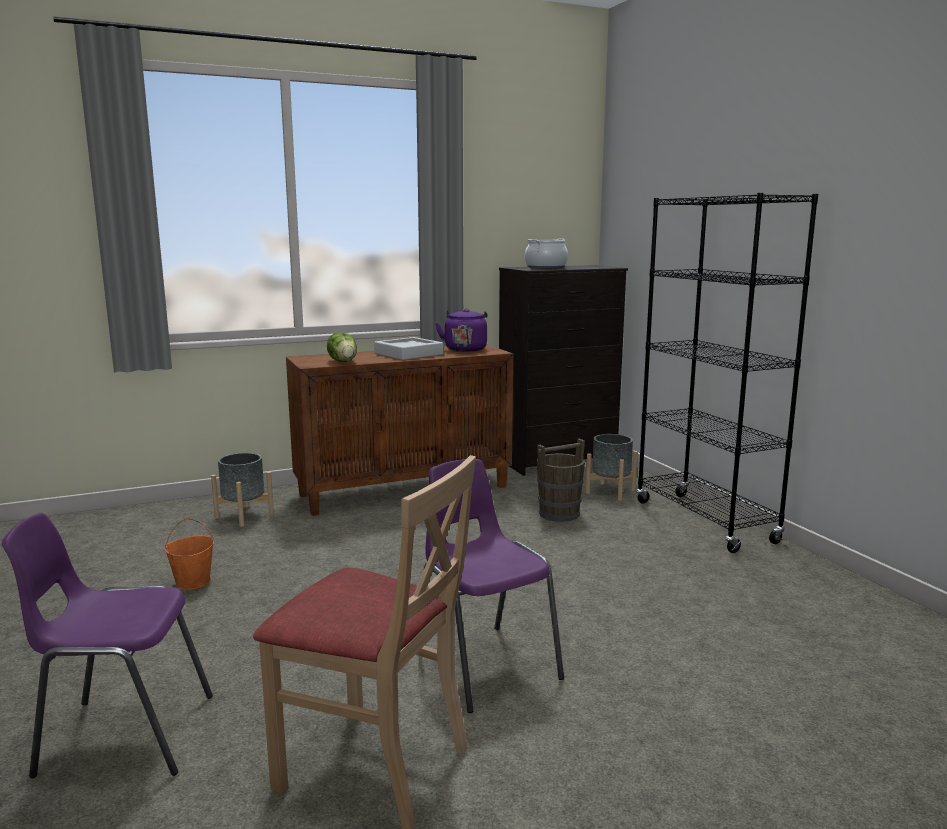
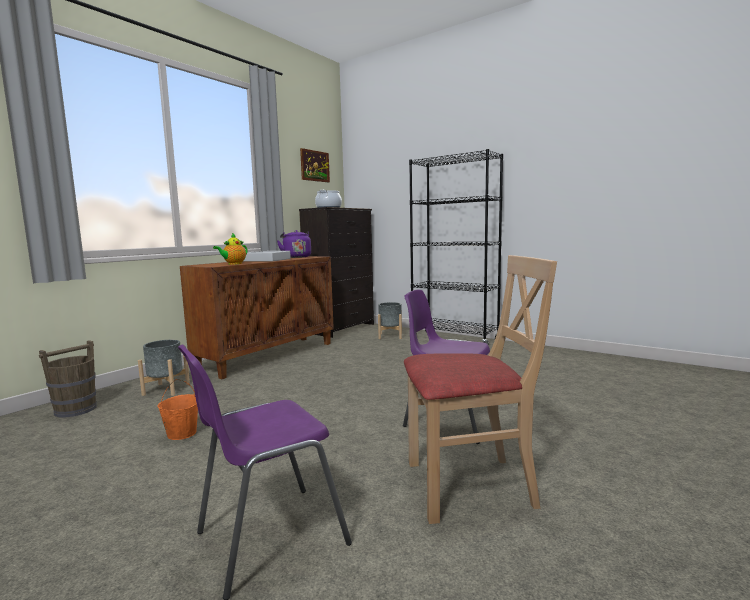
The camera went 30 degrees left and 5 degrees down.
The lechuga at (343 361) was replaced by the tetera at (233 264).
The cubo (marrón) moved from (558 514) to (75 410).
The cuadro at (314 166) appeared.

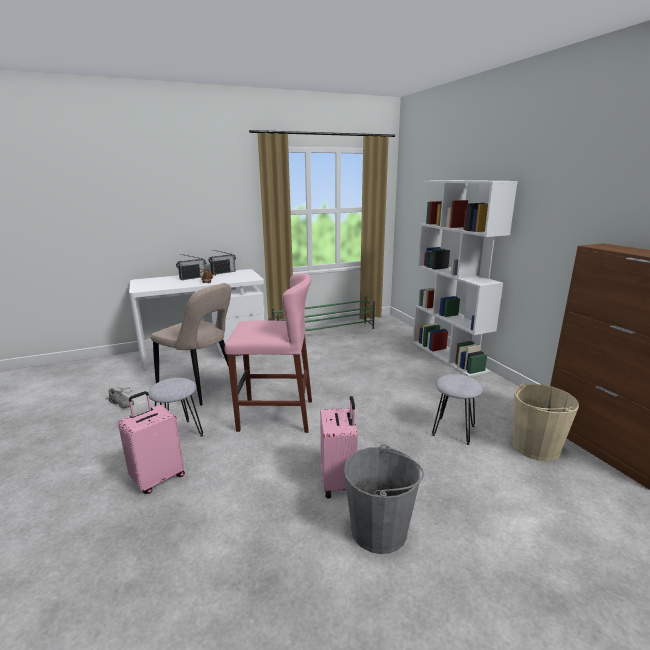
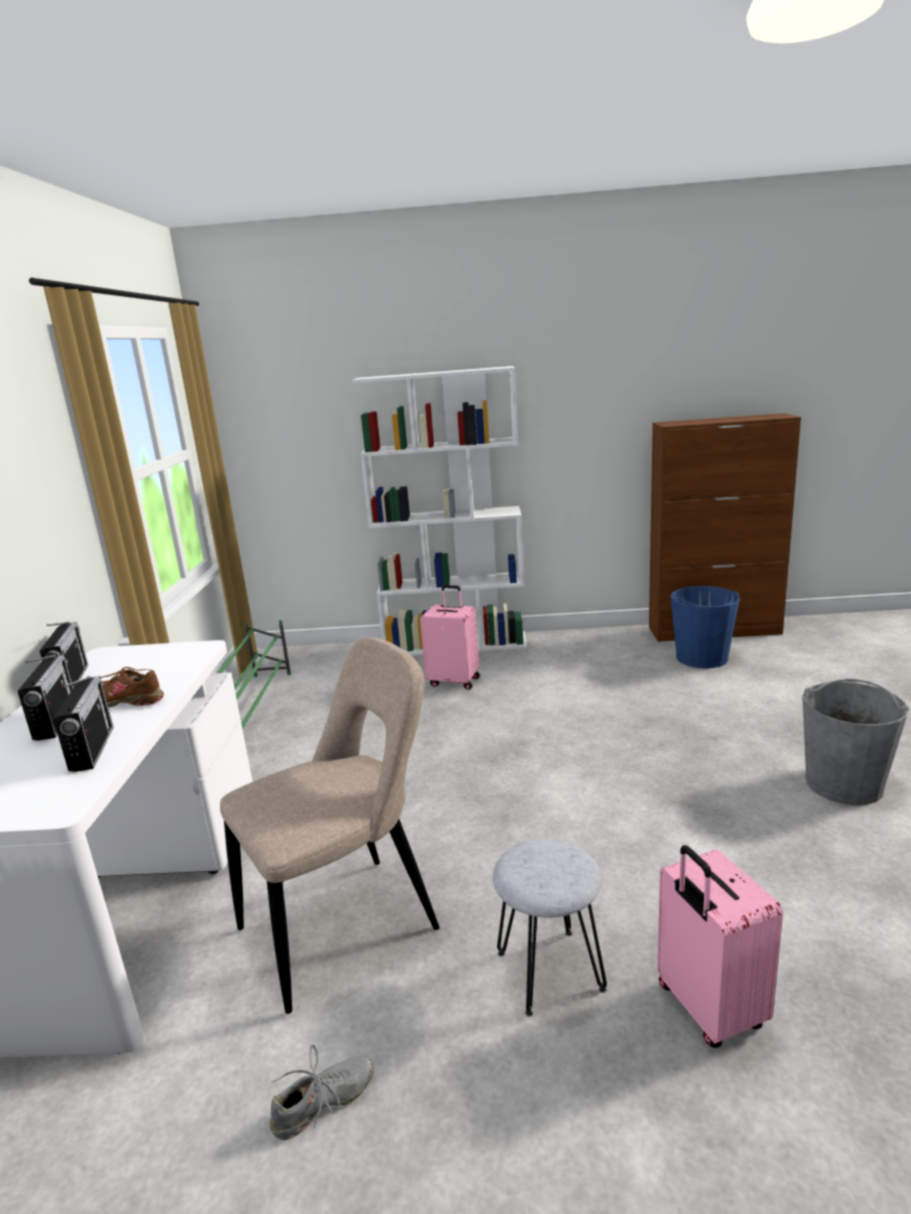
The camera went 65 degrees left and 0 degrees up.
The taburete (rosa) at (276 415) disappeared.
The maleta (rosa) moved from (339 482) to (454 681).
The taburete (gris) at (453 430) disappeared.
The cubo (beis) at (535 447) became the cubo (azul) at (701 658).
The radio at (92 749) appeared.

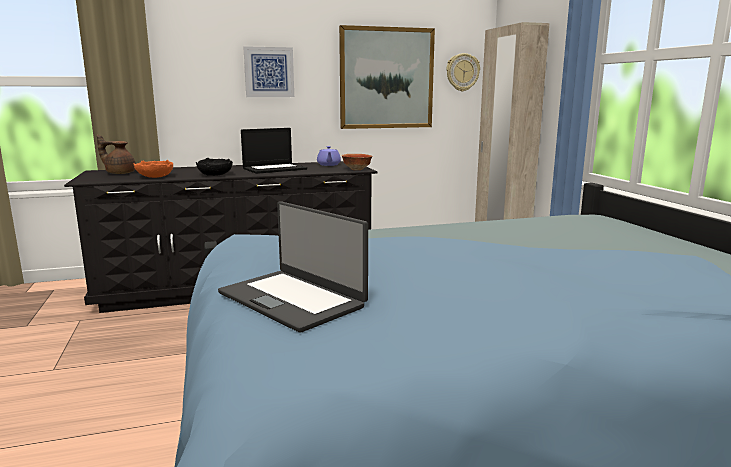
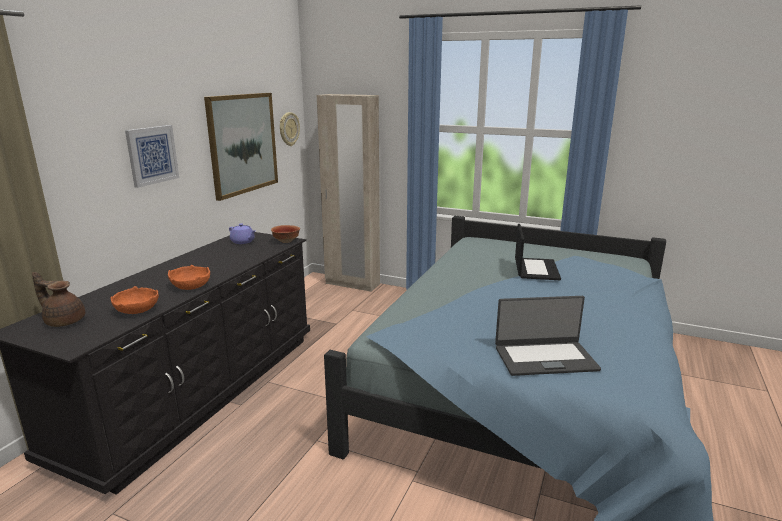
The camera went 50 degrees left and 5 degrees up.
The tetera (marrón) at (120 173) turned 60 degrees clockwise.
The cuenco (negro) at (215 175) became the cuenco (naranja) at (191 286).
The portátil moved from (275 169) to (535 269).

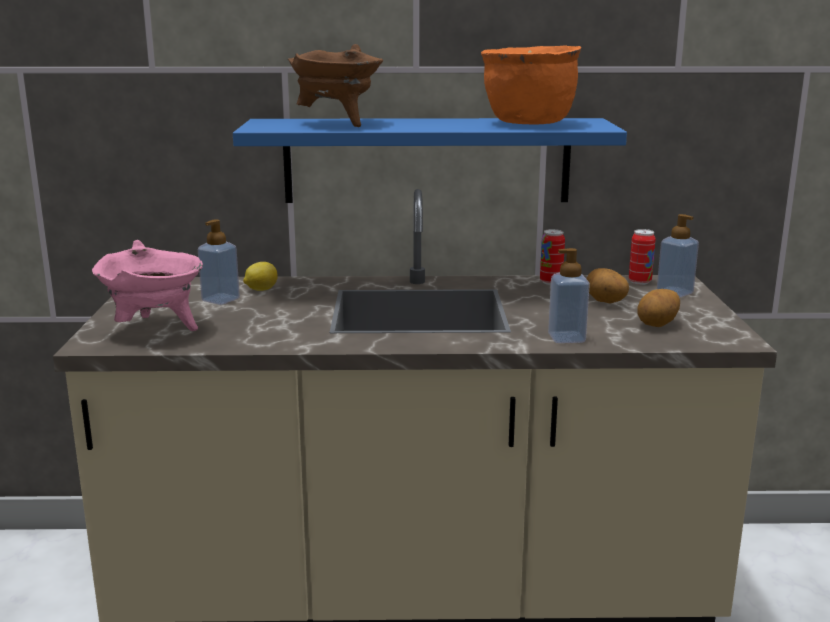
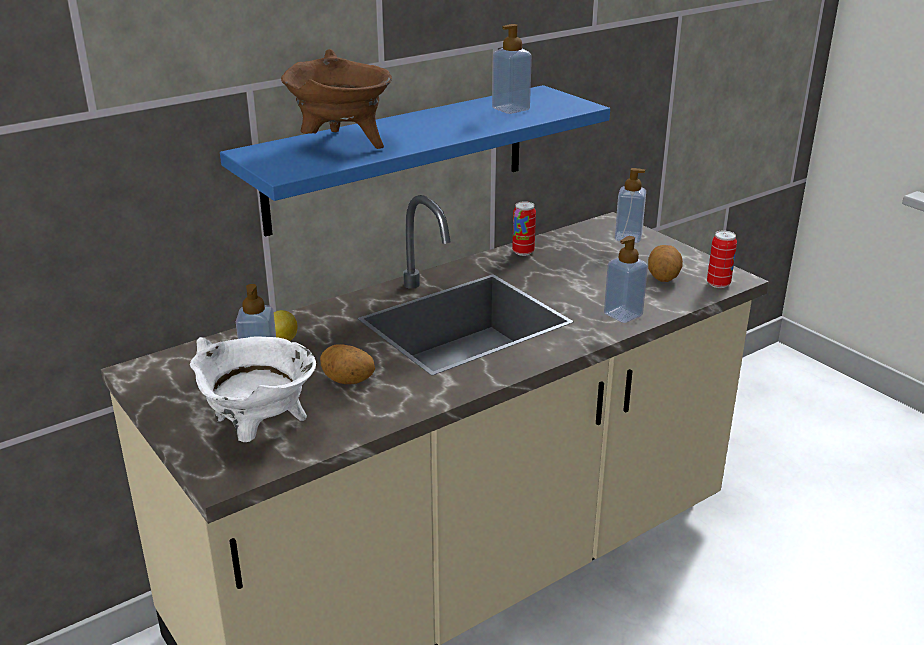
The camera went 35 degrees left and 10 degrees up.
The olla (rosa) at (155 329) became the olla (blanco) at (259 432).
The olla (naranja) at (528 123) was replaced by the dispensador de jabón at (510 109).
The patata moved from (605 302) to (347 382).
The lata moved from (639 282) to (718 284).

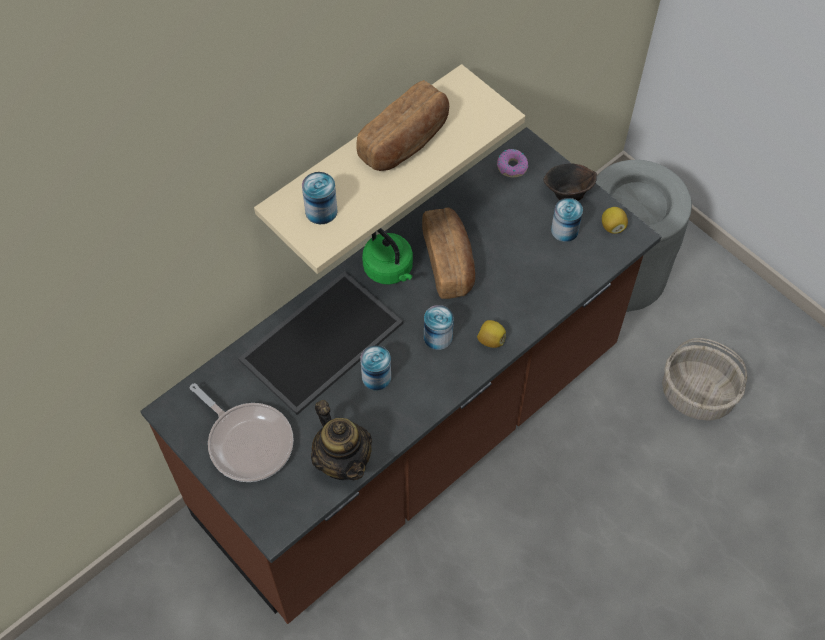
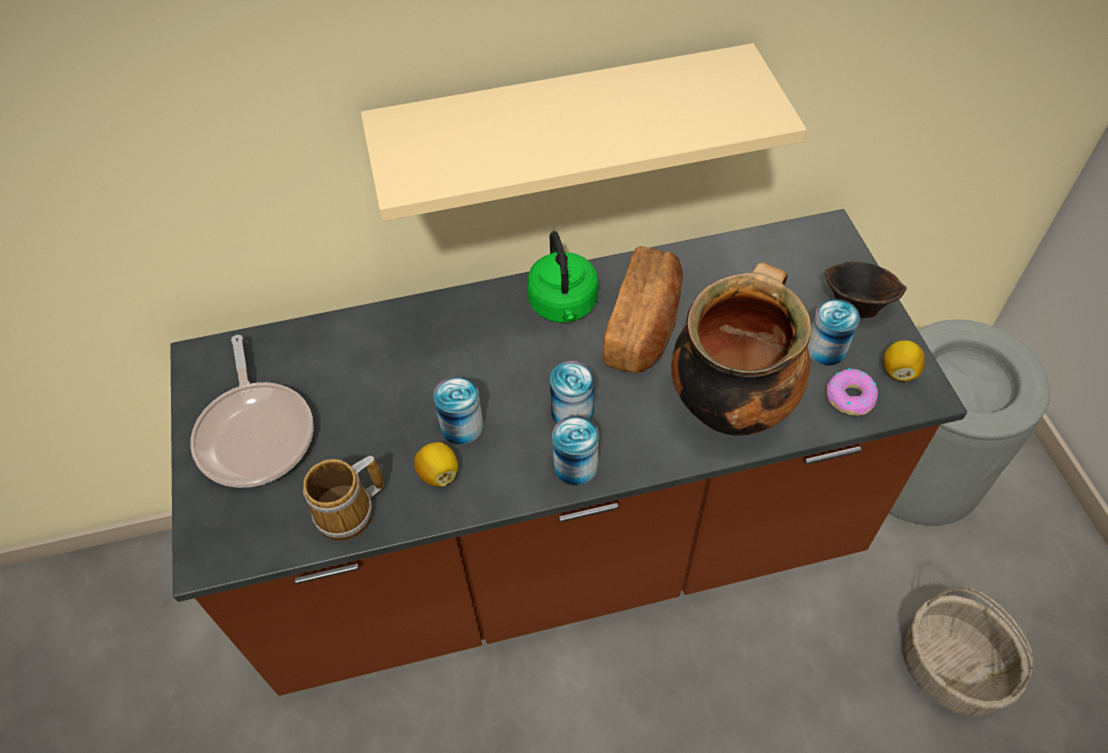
The camera went 30 degrees right and 5 degrees down.
The bandeja at (321 339) disappeared.
The lata moved from (321 211) to (575 466).
The tetera at (343 461) was replaced by the taza grande at (349 513).
The pan at (405 142) disappeared.
The limón moved from (490 340) to (438 473).
The rosquilla moved from (512 166) to (850 397).
The olla at (730 404) appeared.

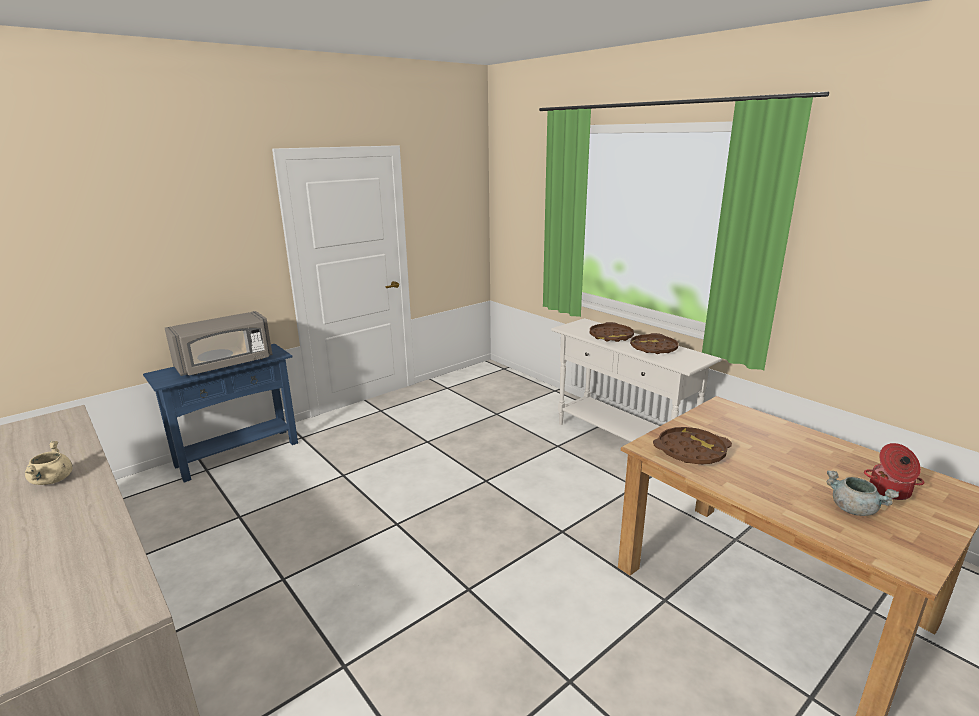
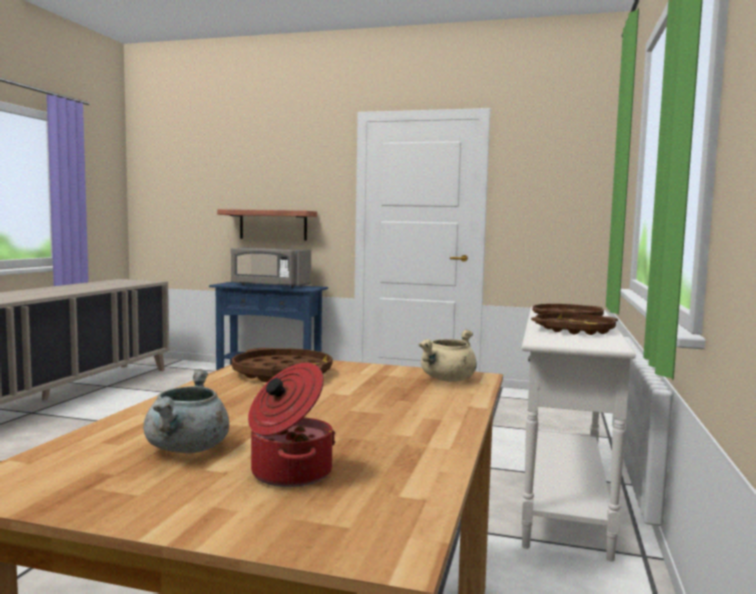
The camera went 55 degrees right and 15 degrees down.
The olla (beis) moved from (52 480) to (448 380).
The estante at (273 225) appeared.

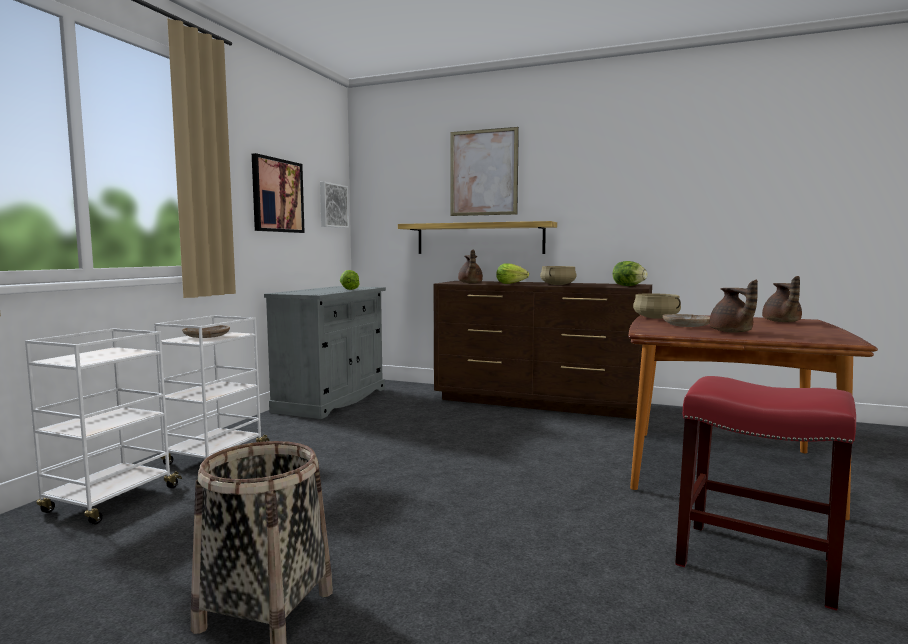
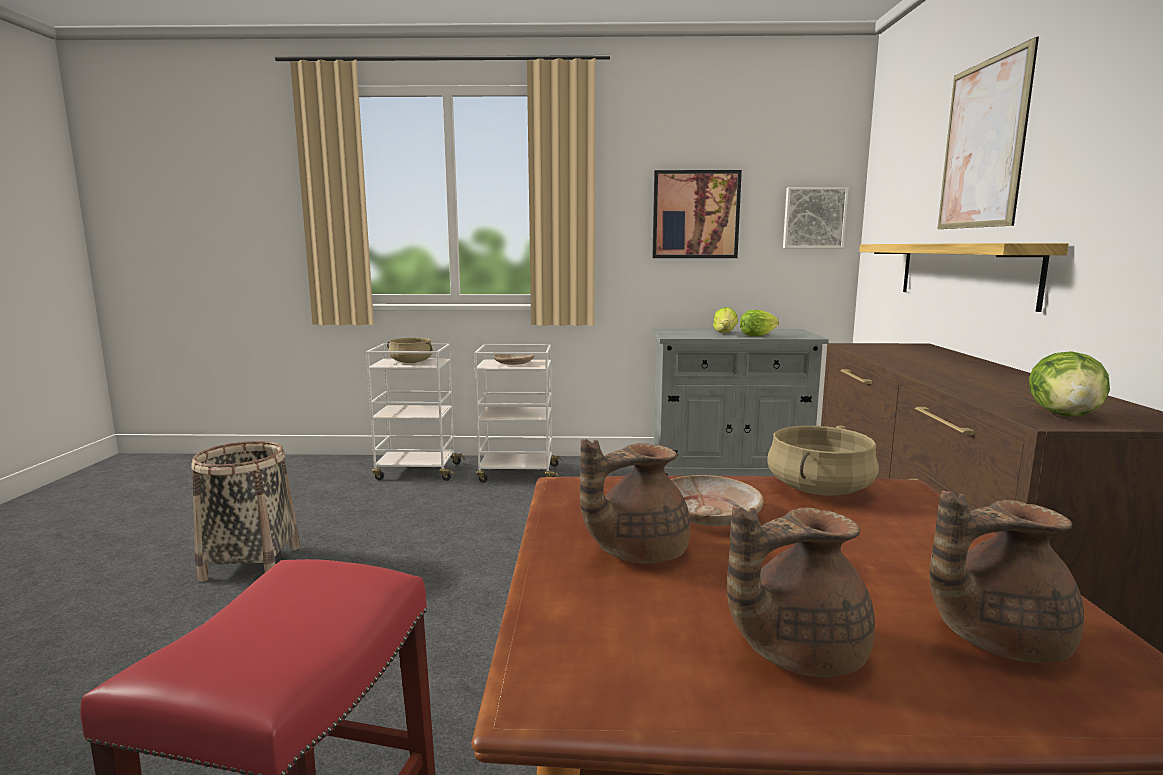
The camera went 70 degrees right and 5 degrees up.
The tetera (marrón) moved from (470 283) to (795 652).
The lechuga moved from (511 283) to (725 333).
The olla (beis) moved from (558 285) to (411 362).

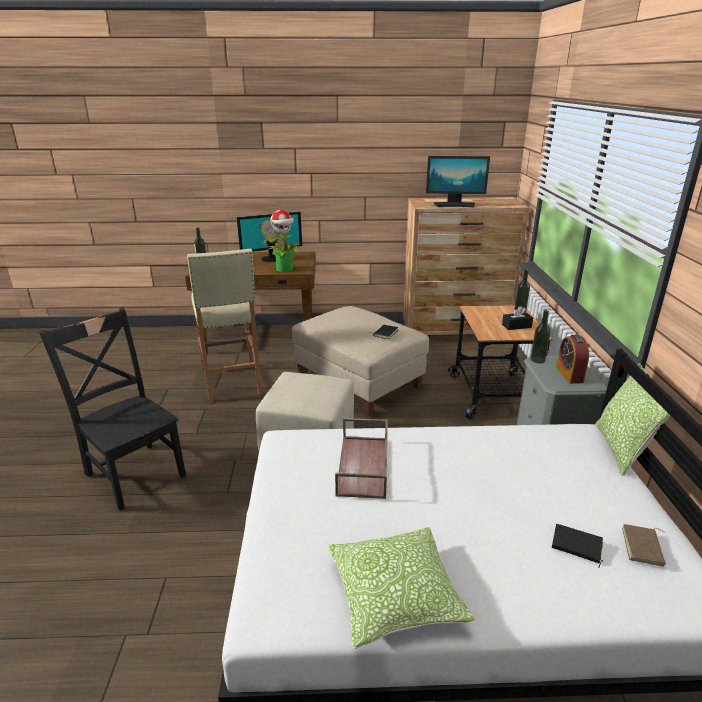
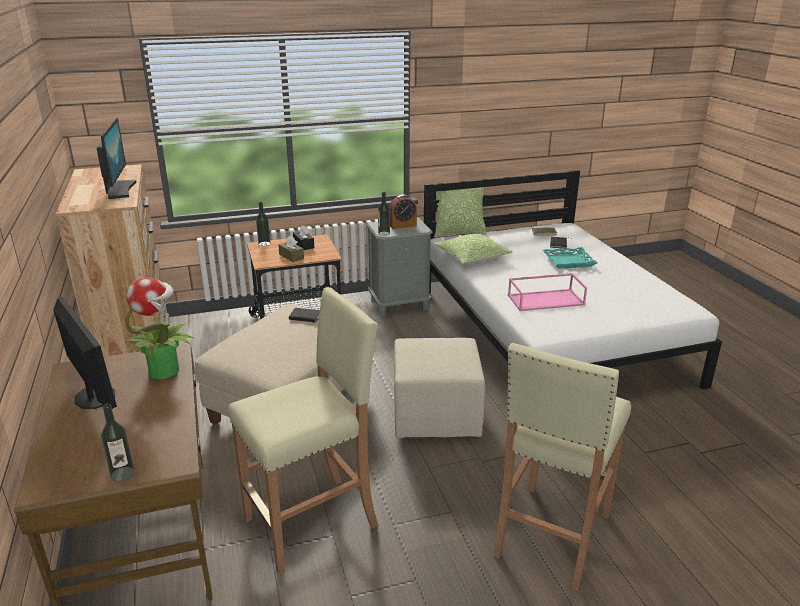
The camera went 105 degrees left and 0 degrees up.
The silla (negro) at (134 472) was replaced by the taburete (beis) at (551 535).
The cojín moved from (395 596) to (471 257).
The bandeja (marrón) at (364 466) became the bandeja (rosa) at (546 299).
The caja de pañuelos (marrón) at (291 256) appeared.
The bandeja (turquesa) at (568 261) appeared.

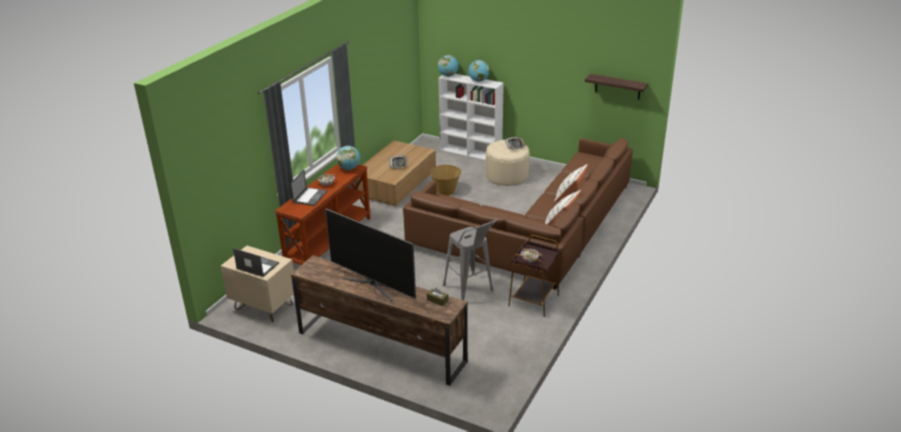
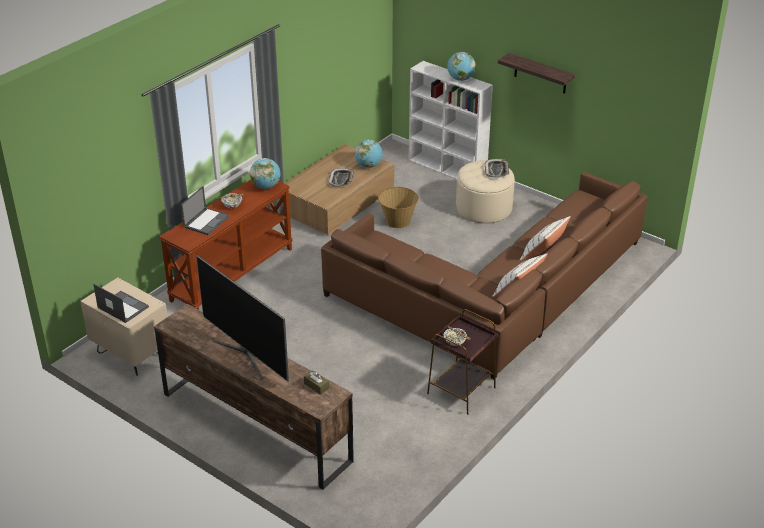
The camera went 10 degrees right and 5 degrees up.
The globo terráqueo moved from (448 75) to (368 166).
The taburete (gris) at (470 291) disappeared.
The estante moved from (617 87) to (540 74).

